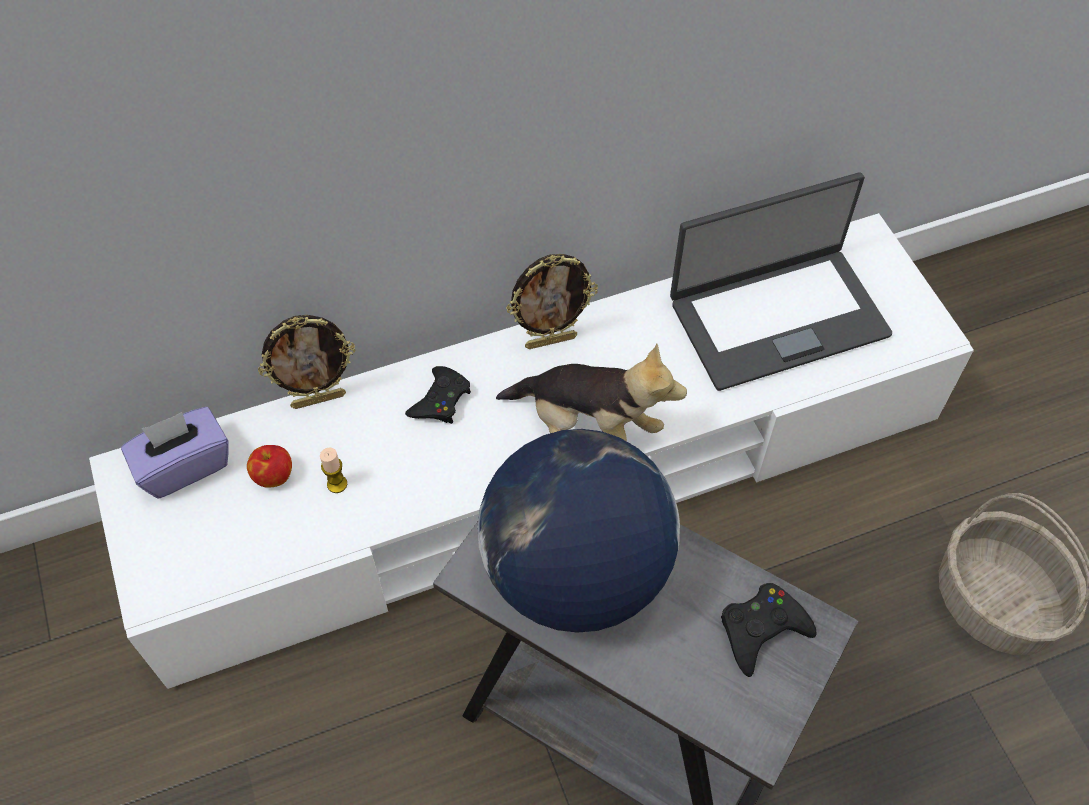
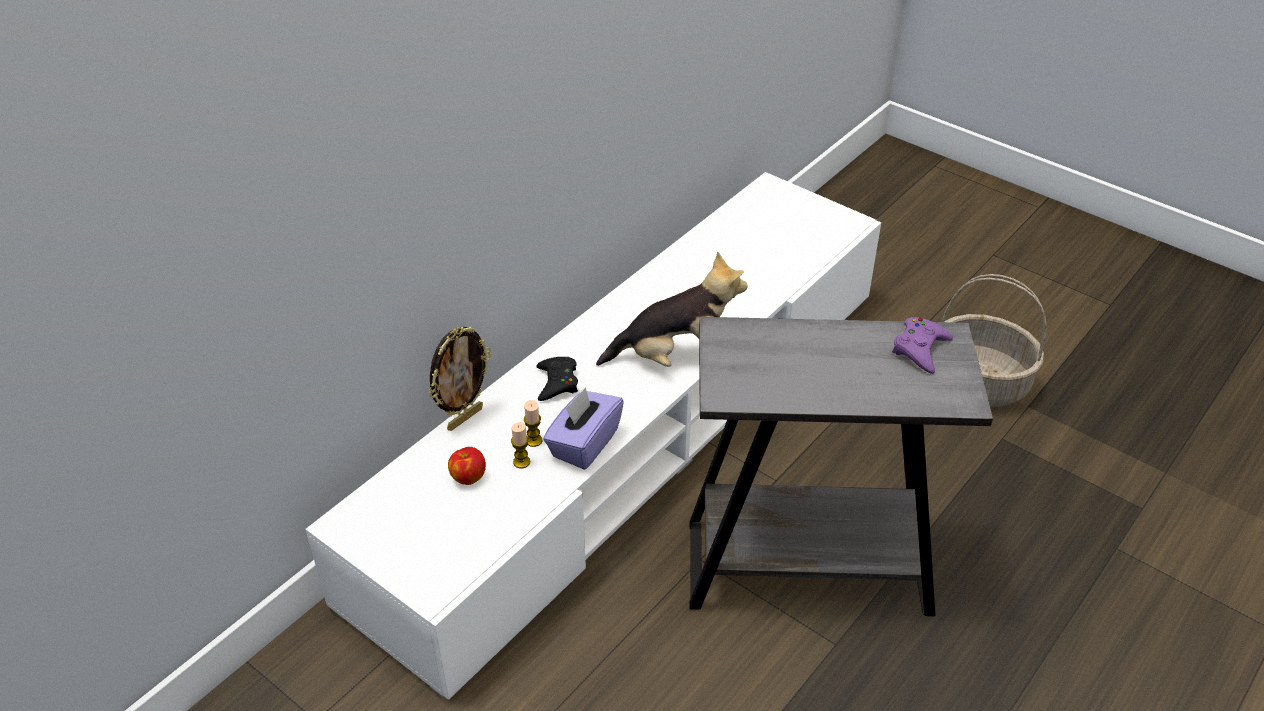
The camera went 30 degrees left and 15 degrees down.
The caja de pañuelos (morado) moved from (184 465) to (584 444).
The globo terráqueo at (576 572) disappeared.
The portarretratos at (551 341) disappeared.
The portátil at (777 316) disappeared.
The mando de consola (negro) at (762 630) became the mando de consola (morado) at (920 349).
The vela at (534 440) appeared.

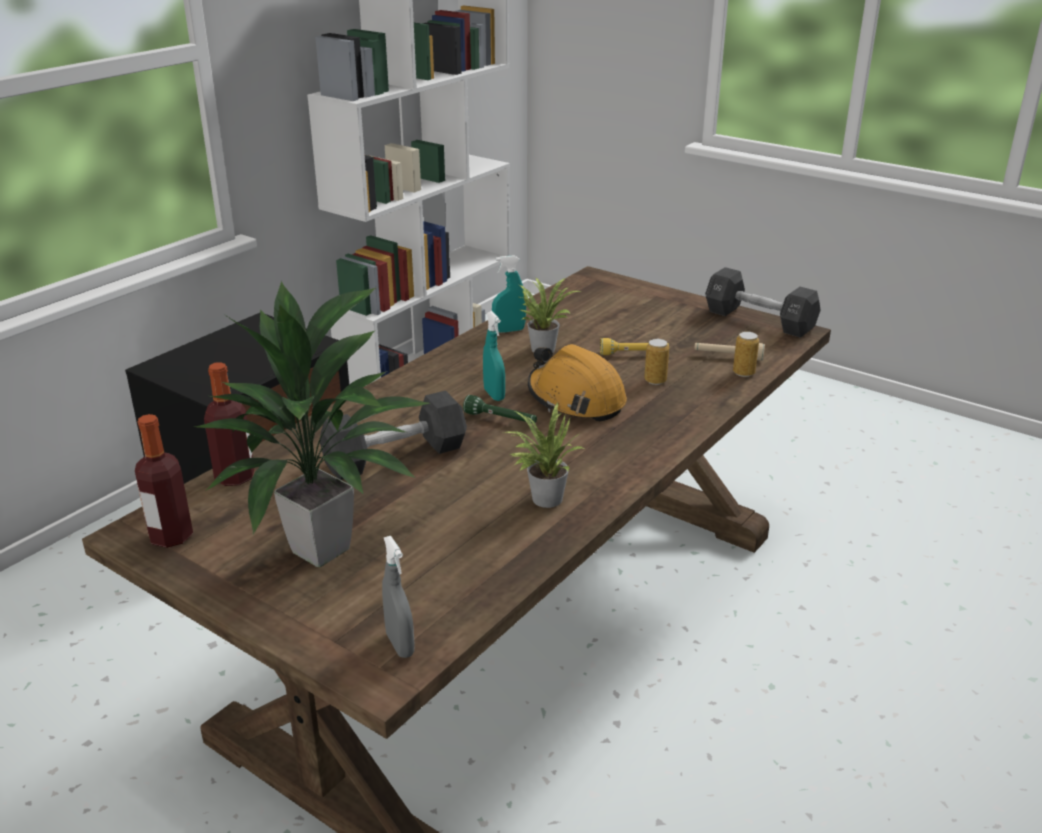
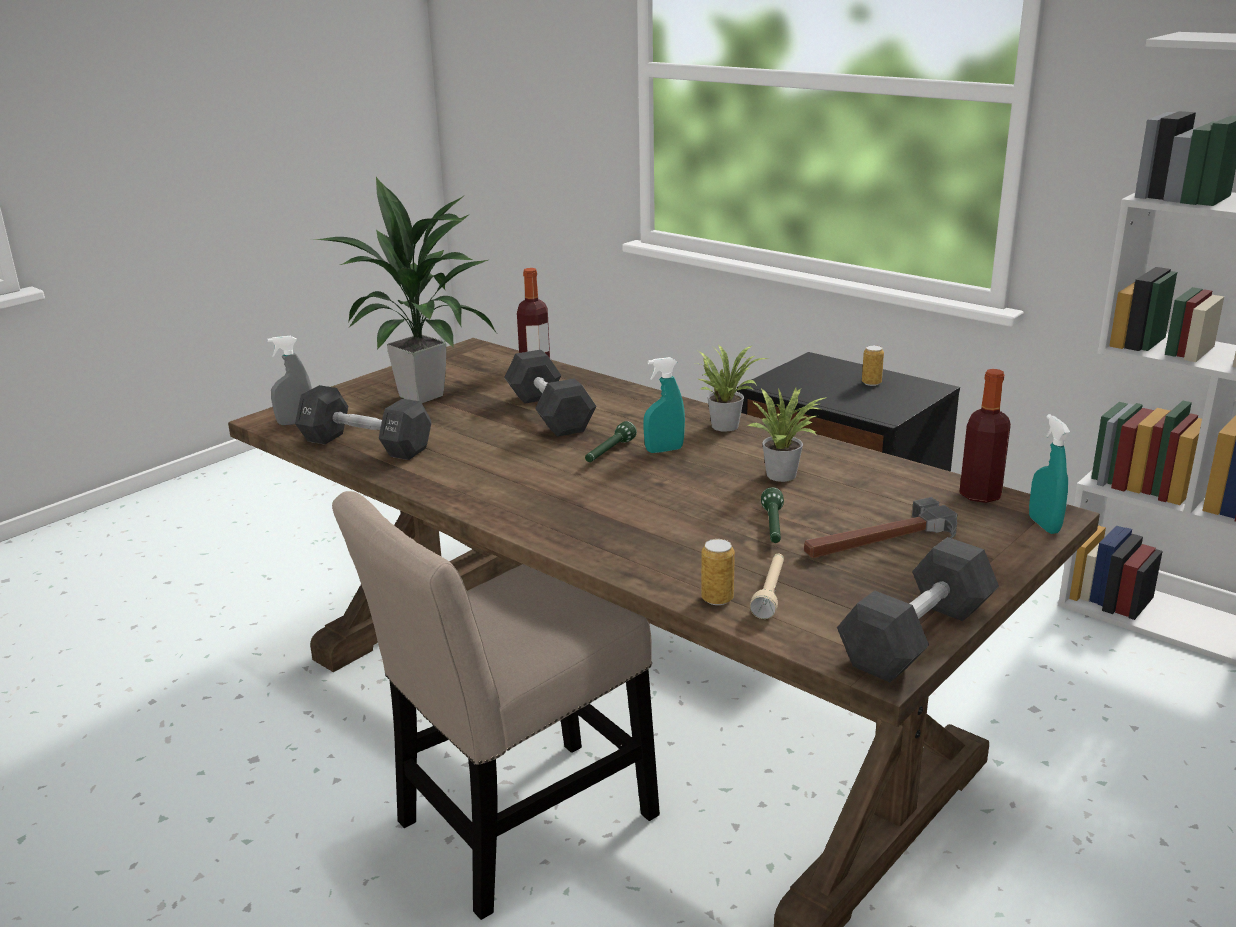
The camera went 95 degrees right and 5 degrees down.
The botella moved from (171 536) to (980 495).
The pulverizador (turquesa) moved from (509 330) to (1044 525).
The planta en maceta moved from (543 499) to (725 424).
The casco (naranja) at (575 399) disappeared.
The linterna (amarillo) at (634 354) became the linterna (verde) at (773 527).
The lata moved from (655 380) to (871 383).
The mancuerna (negro) at (365 445) appeared.
The silla (beis) at (517 827) appeared.
The martillo at (880 540) appeared.

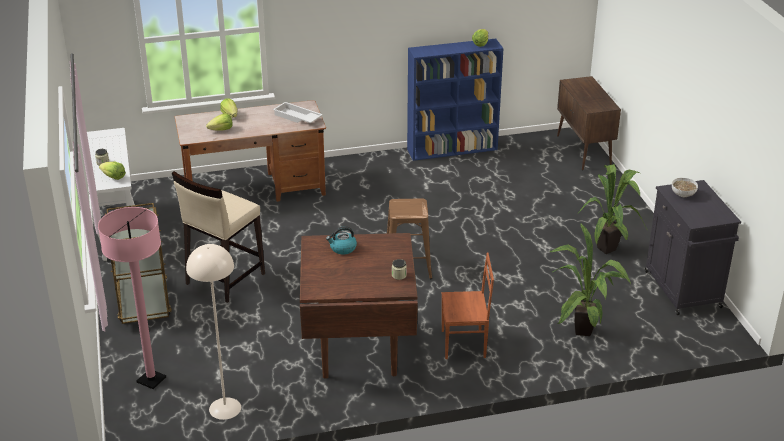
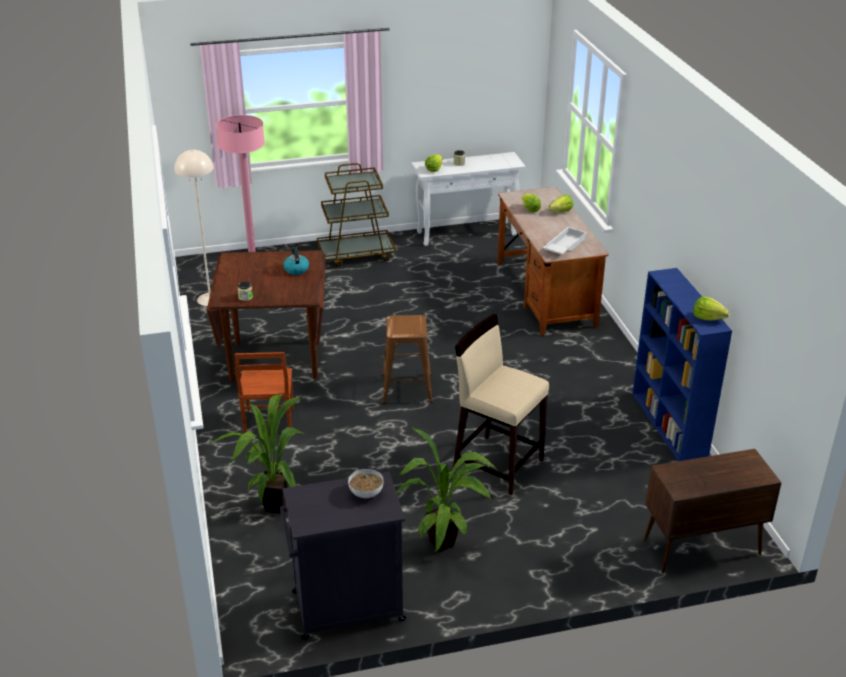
The camera went 90 degrees right and 0 degrees up.
The taburete (beis) moved from (224 279) to (497 464).

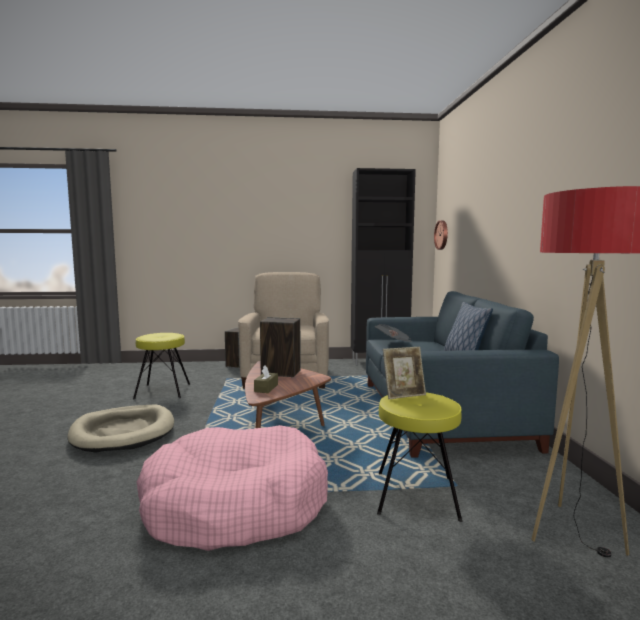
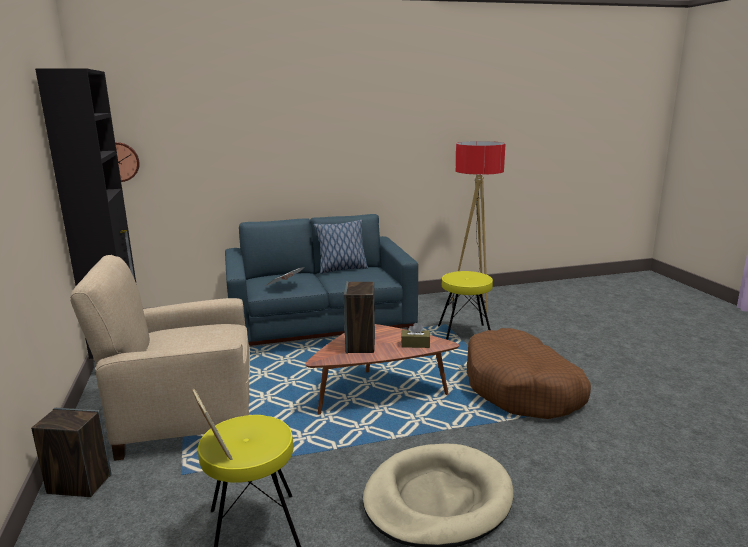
The camera went 100 degrees left and 10 degrees up.
The cama para perro (rosa) at (235 505) became the cama para perro (marrón) at (522 388).
The portarretratos moved from (403 395) to (215 449).

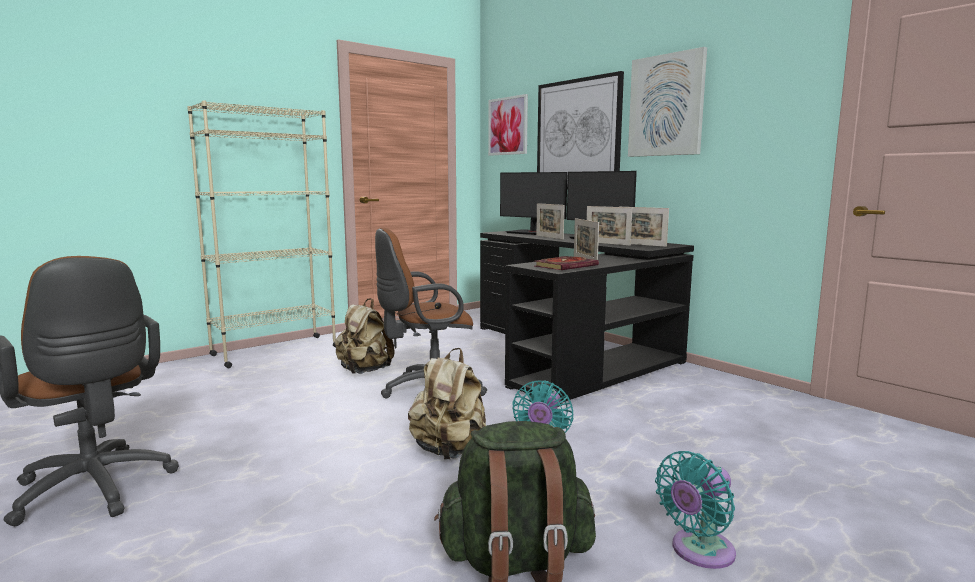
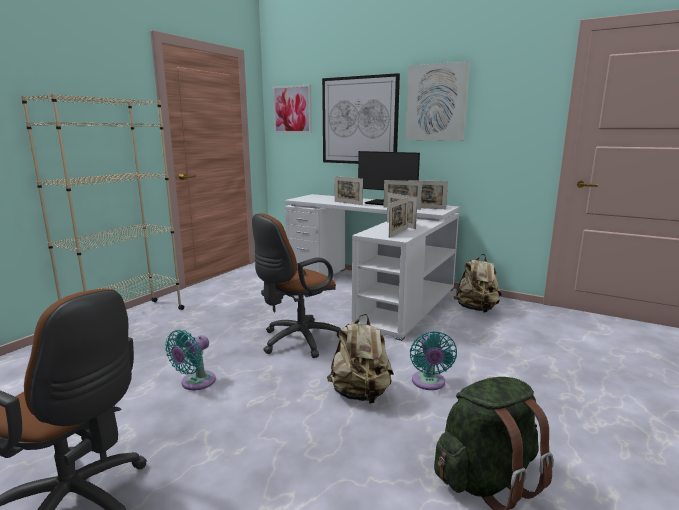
The camera went 20 degrees left and 5 degrees up.
The mochila (beis) moved from (364 371) to (476 309).
The escritorio (negro) at (573 353) became the escritorio (blanco) at (374 291).
The monitor at (532 233) disappeared.
The libro at (566 266) was replaced by the portarretratos at (398 233).
The ventilador (turquesa) moved from (699 552) to (195 383).

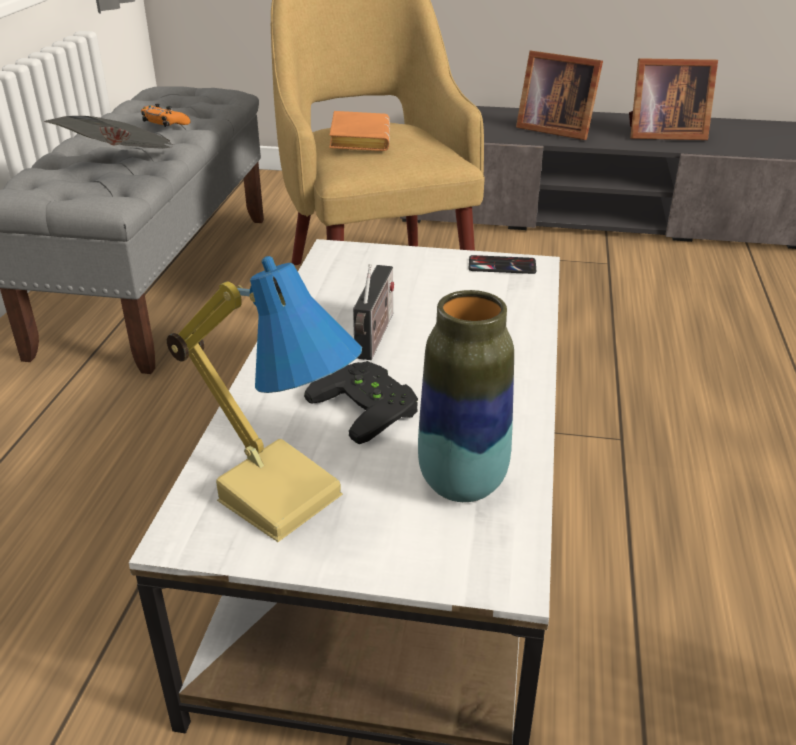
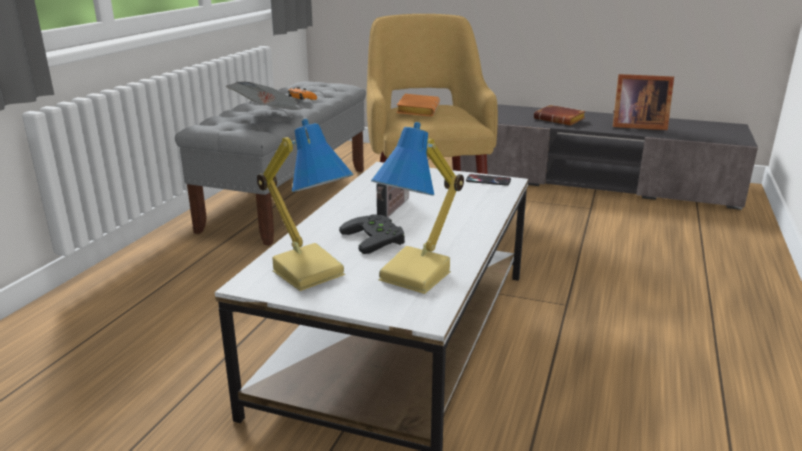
The camera went 10 degrees right and 10 degrees down.
The florero at (462 483) was replaced by the lámpara de mesa at (418 276).
The portarretratos at (553 129) was replaced by the libro (marrón) at (561 120).

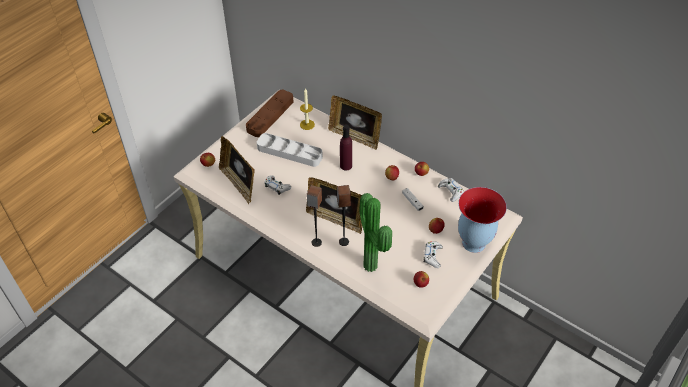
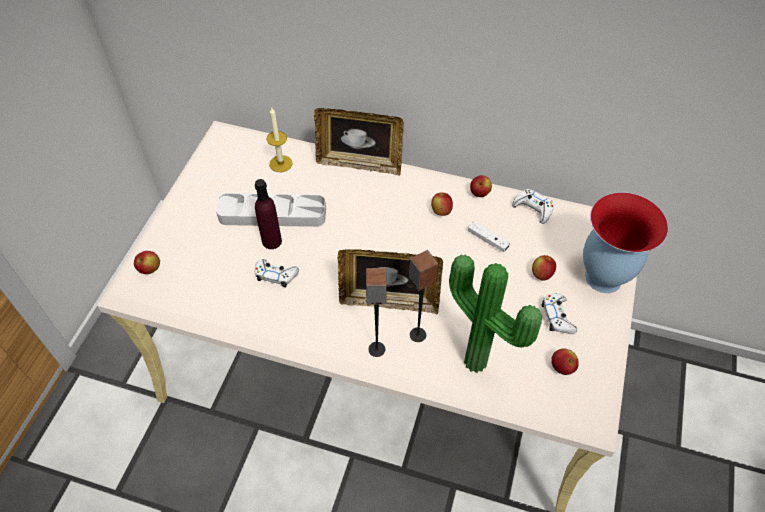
The camera went 20 degrees left and 5 degrees up.
The portarretratos at (239 184) disappeared.
The bandeja (marrón) at (270 116) disappeared.
The botella (morado) moved from (346 166) to (272 241).

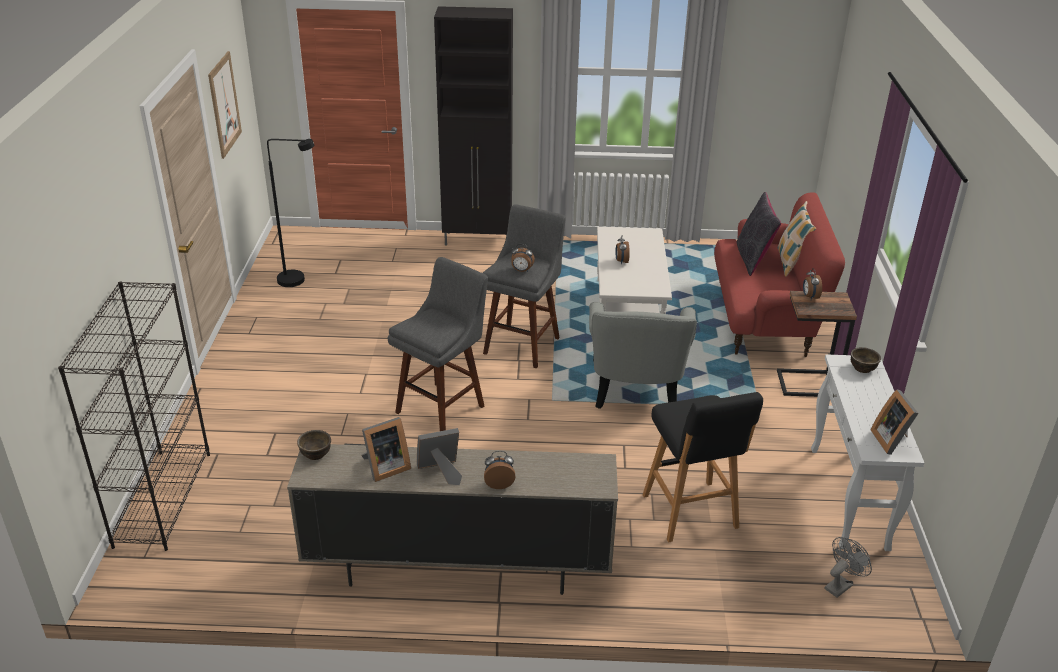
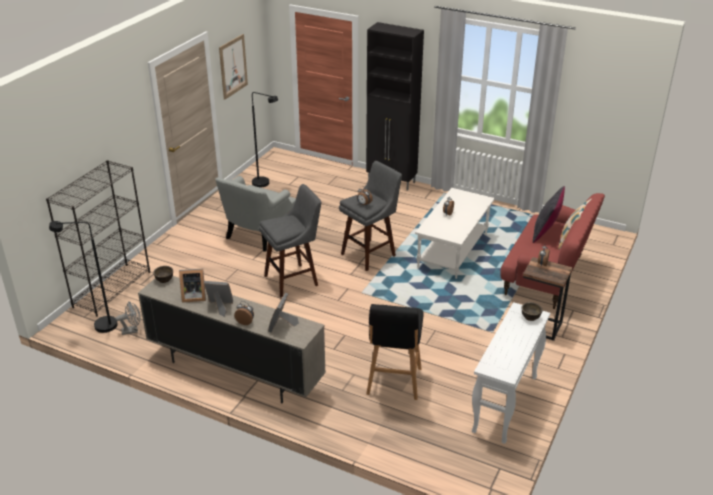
The camera went 25 degrees right and 0 degrees up.
The sillón (gris) moved from (636 387) to (259 233).
The ventilador (gris) moved from (841 585) to (132 330).
The portarretratos moved from (892 440) to (282 325).
The lámpara de pie (negro) at (99 326) appeared.

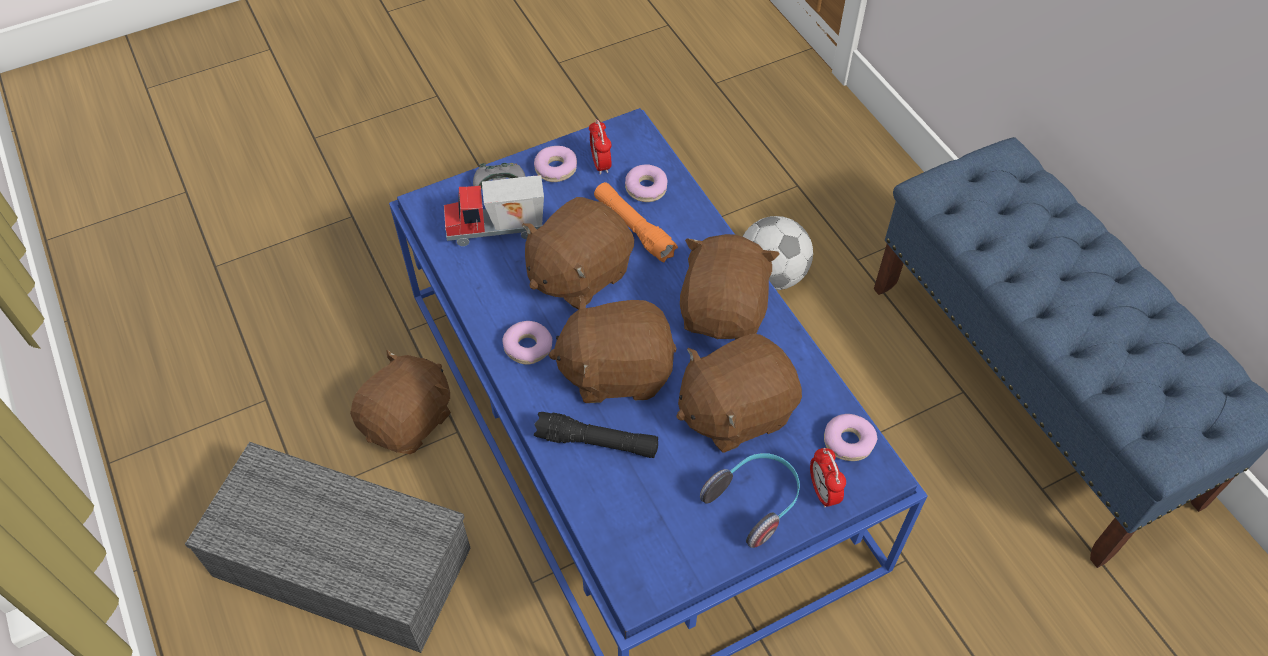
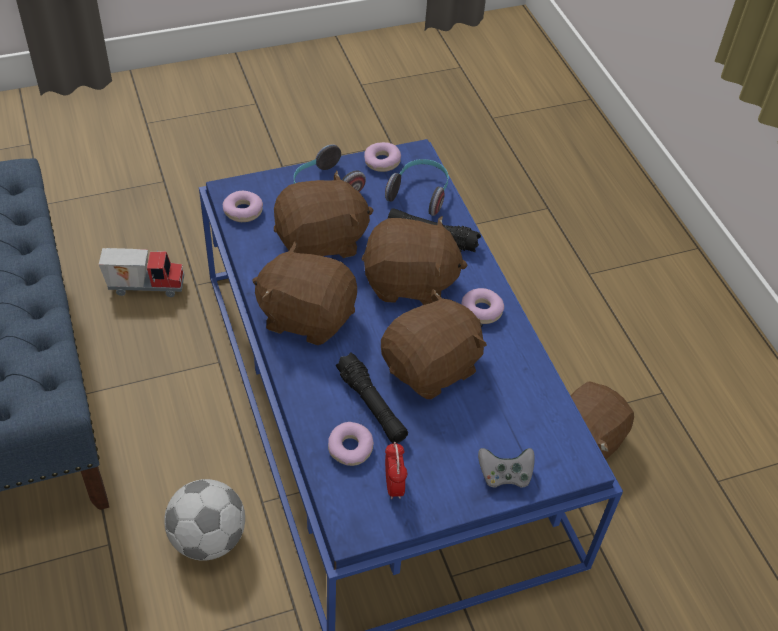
The camera went 175 degrees left and 5 degrees down.
The caja de almacenaje (gris) at (338 563) disappeared.
The camión de juguete moved from (497 232) to (146 285).
The rosquilla moved from (556 169) to (382 162).
The linterna (naranja) at (633 228) became the linterna (negro) at (371 405).
The peluche (marrón) at (724 311) turned 90 degrees clockwise.
The despertador at (823 492) disappeared.
The auriculares at (420 193) appeared.

